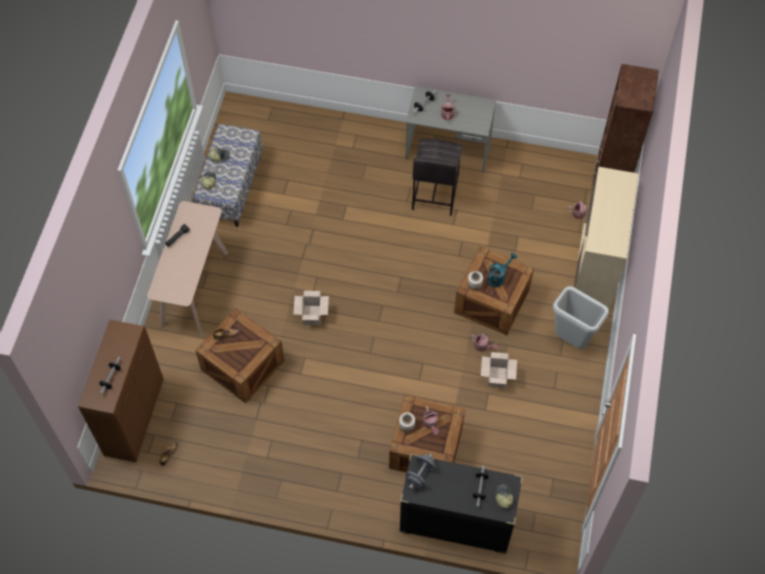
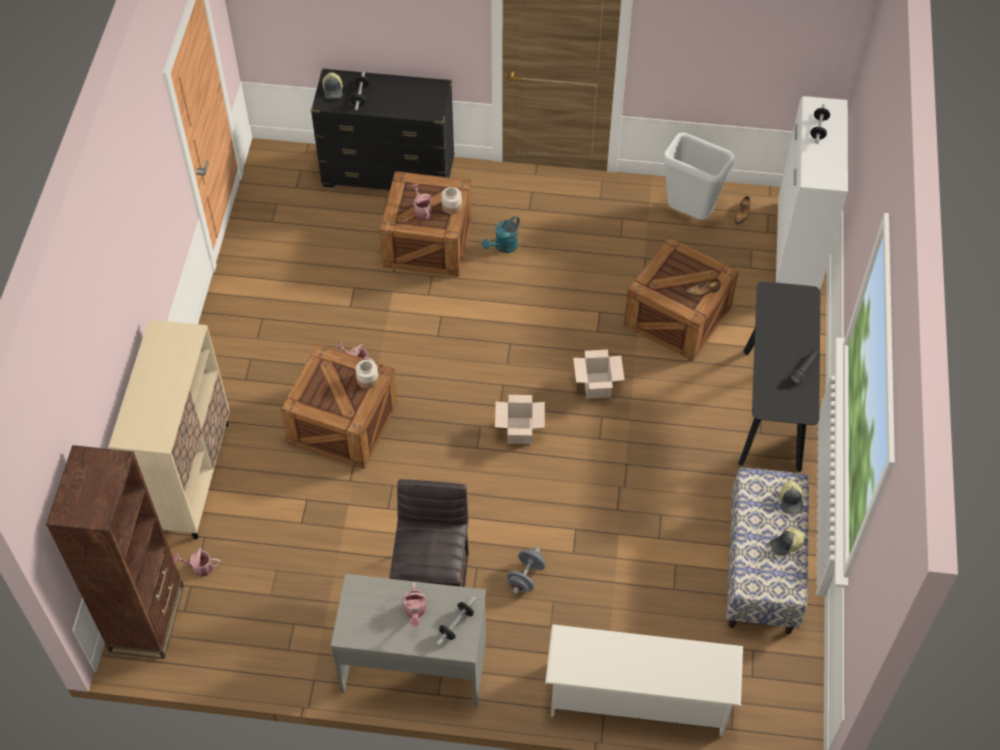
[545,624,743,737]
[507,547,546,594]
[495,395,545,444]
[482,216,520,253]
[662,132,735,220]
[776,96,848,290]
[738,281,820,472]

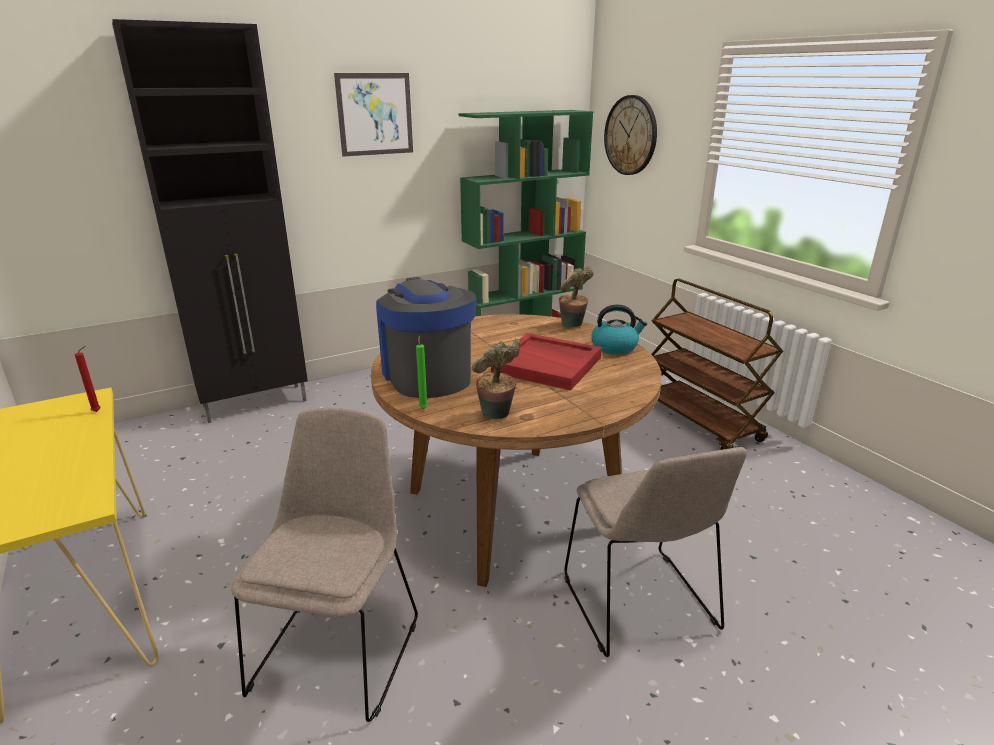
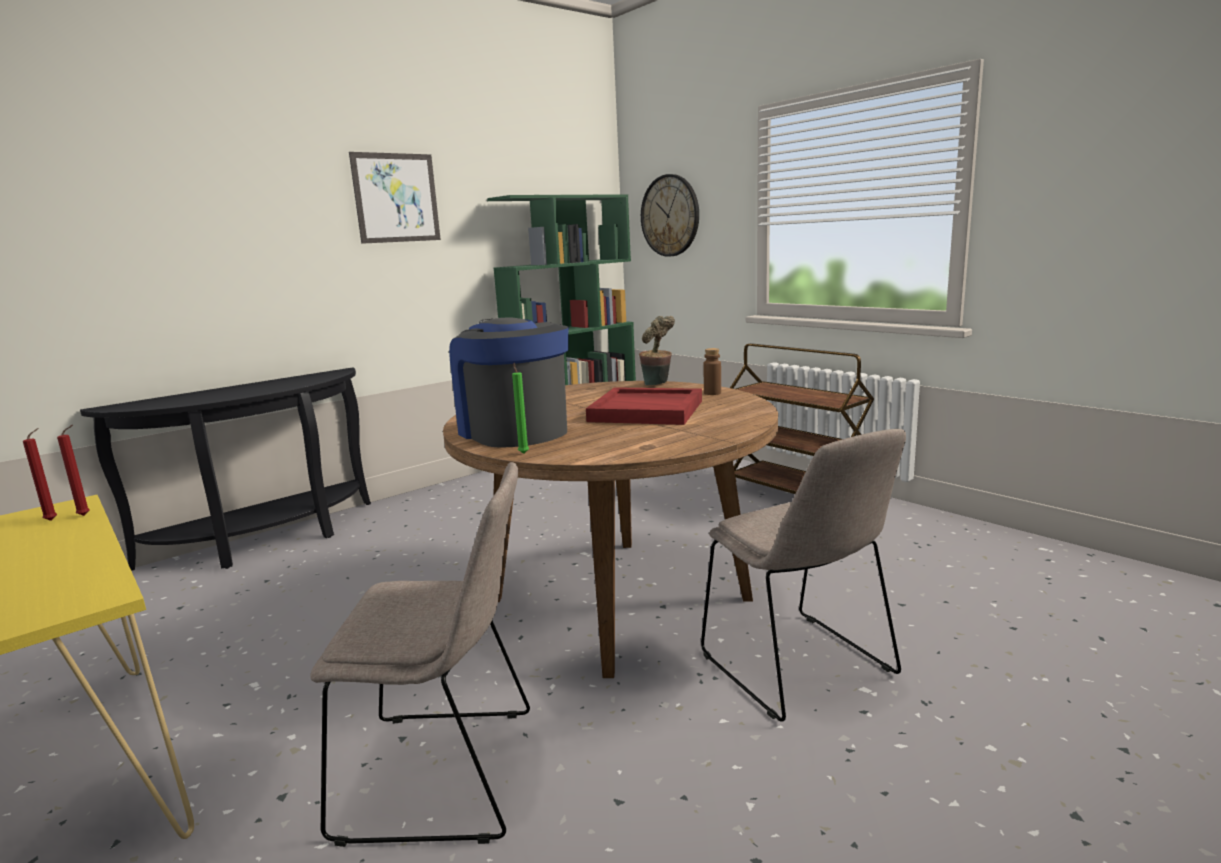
[472,339,520,419] (first image)
[23,428,57,521]
[80,367,371,571]
[703,348,721,395]
[310,462,530,847]

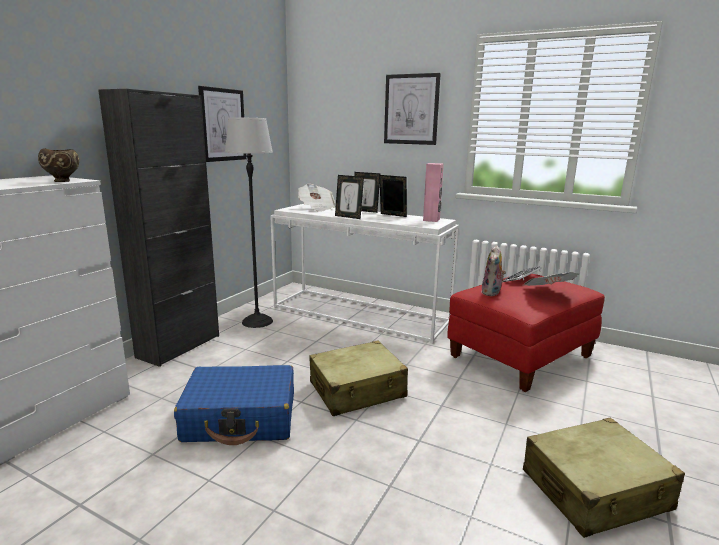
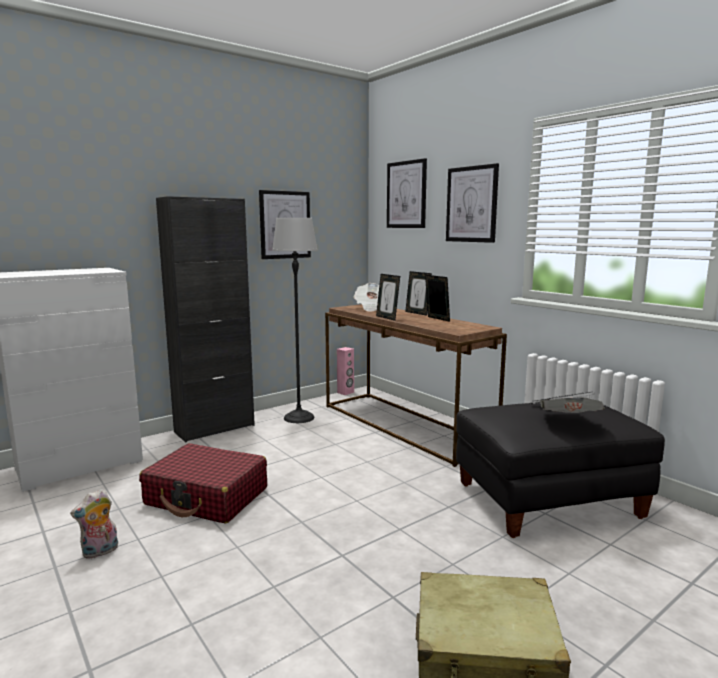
[38,148,79,182] (first image)
[309,341,408,416] (first image)
[387,158,427,228]
[337,347,354,395]
[70,489,118,559]
[139,443,267,523]
[325,304,507,467]
[456,403,665,538]

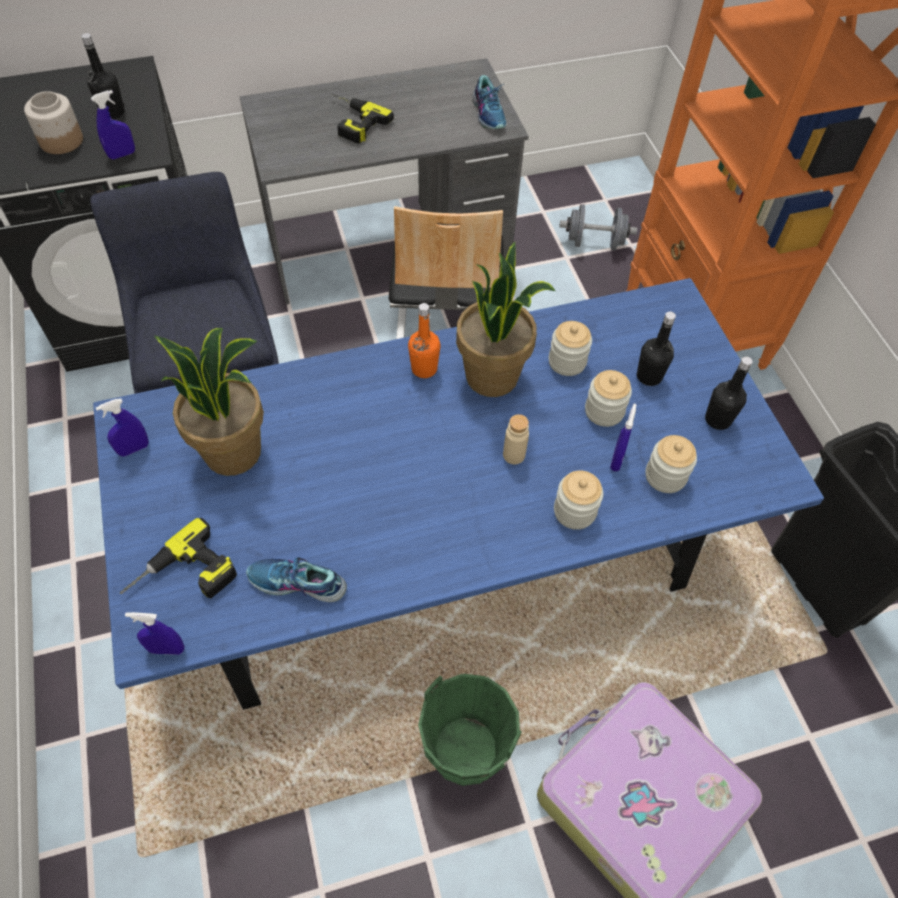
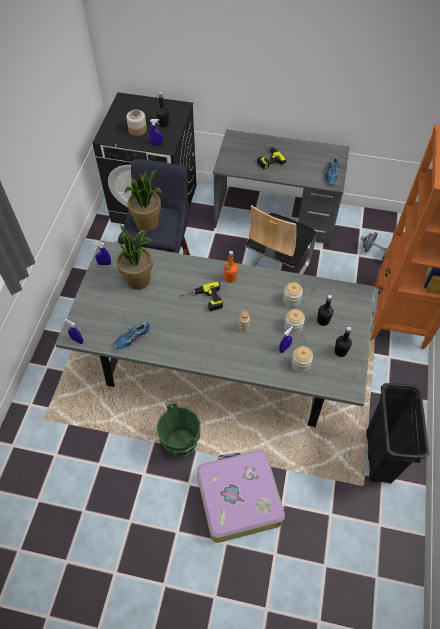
[554,470,603,530] (first image)
[181,281,223,311]
[124,170,162,232]
[55,240,374,427]
[114,322,151,350]

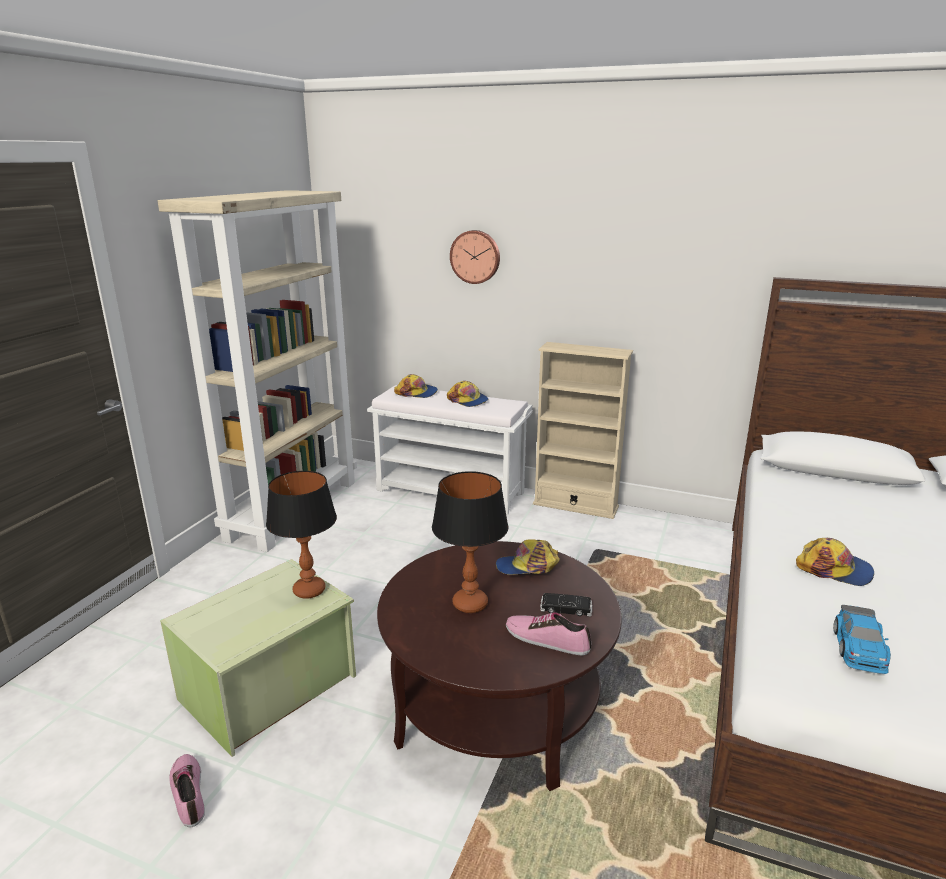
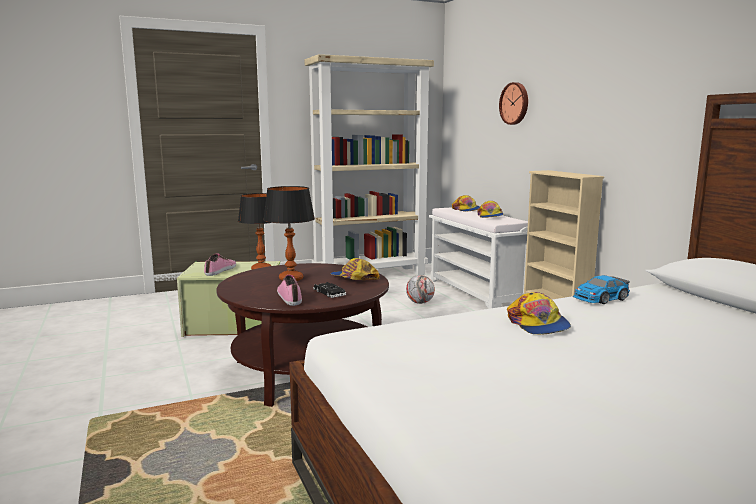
[406,275,435,304]
[204,254,236,276]
[573,275,630,304]

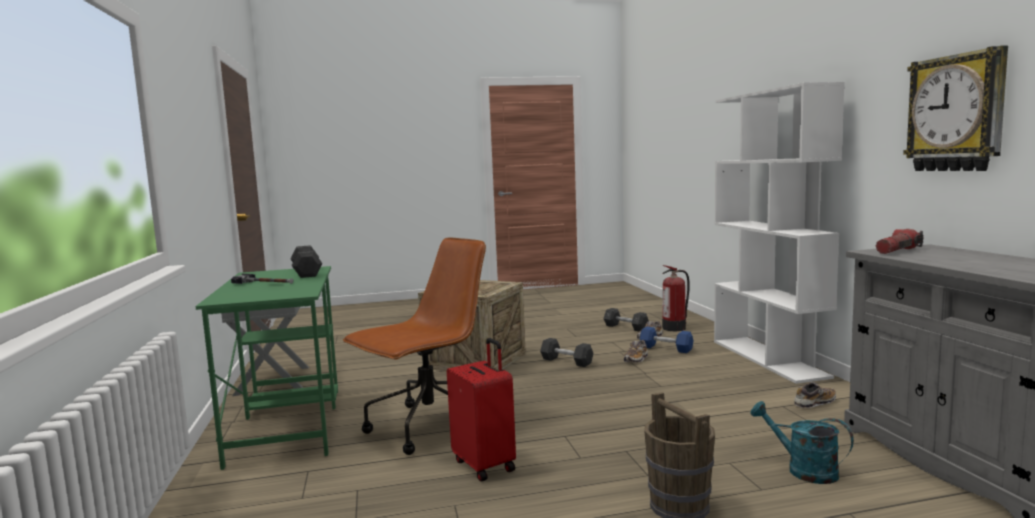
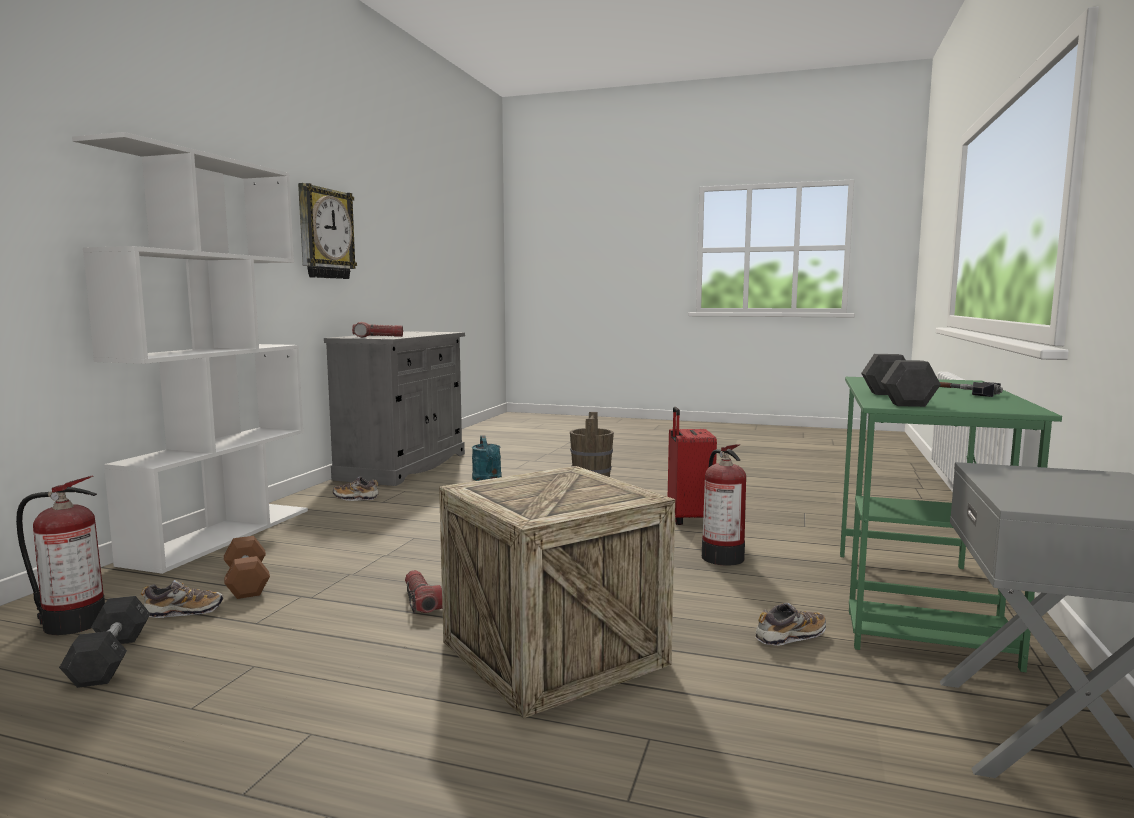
[756,603,826,646]
[702,444,746,566]
[405,570,442,614]
[224,536,270,599]

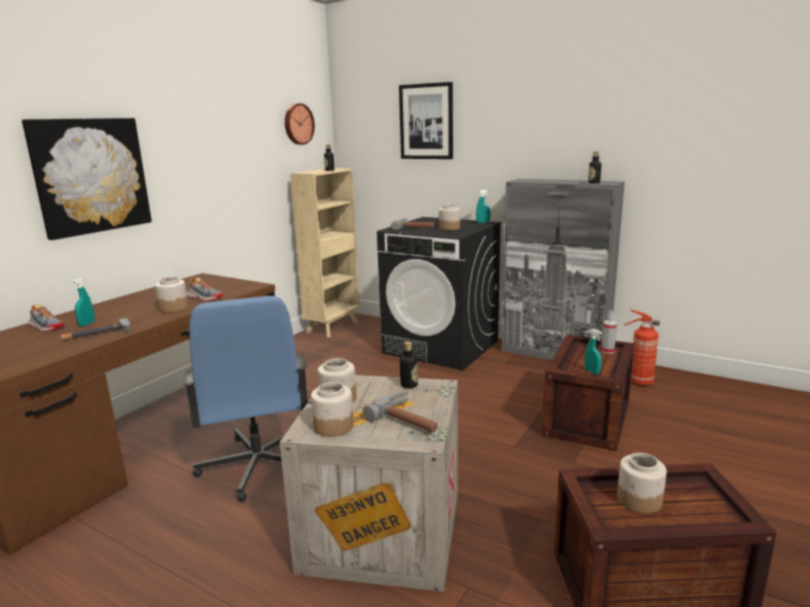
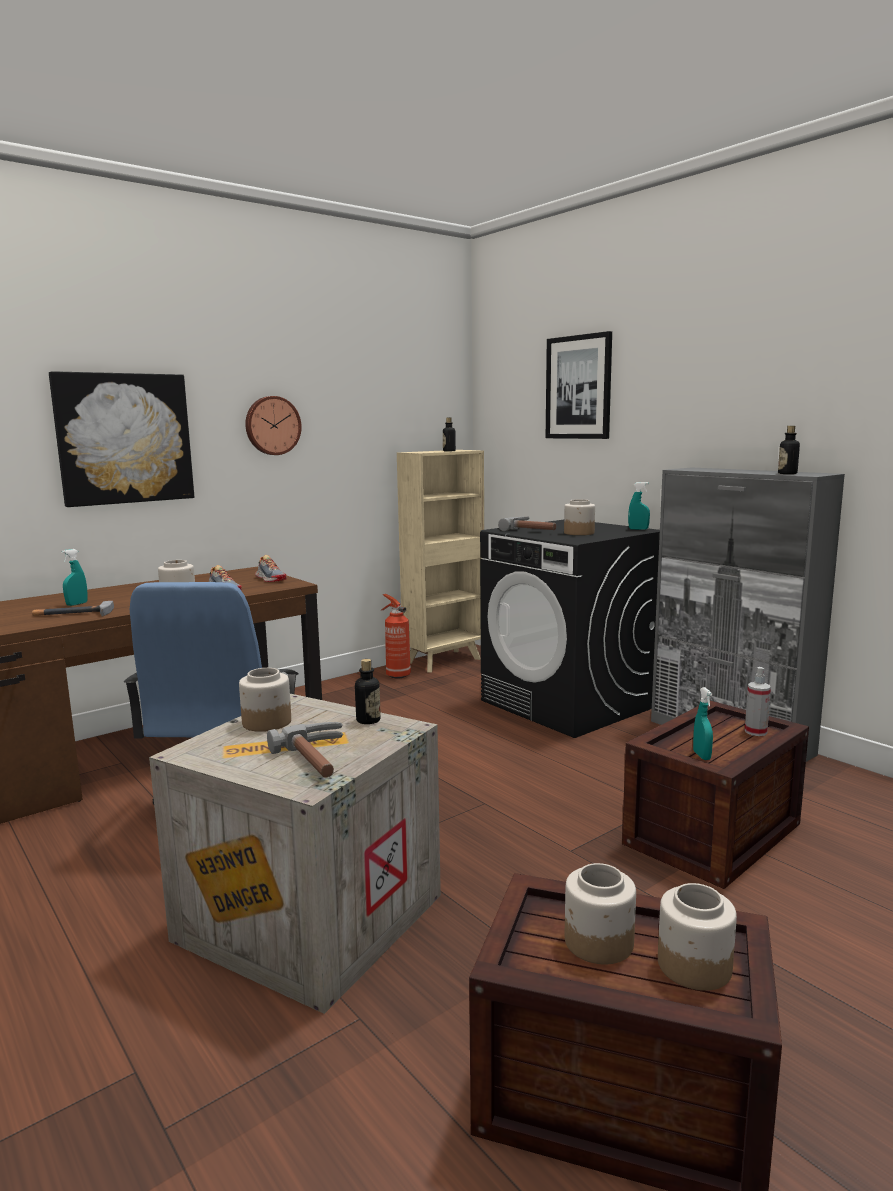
[255,555,287,582]
[245,396,302,455]
[658,883,737,991]
[380,594,411,678]

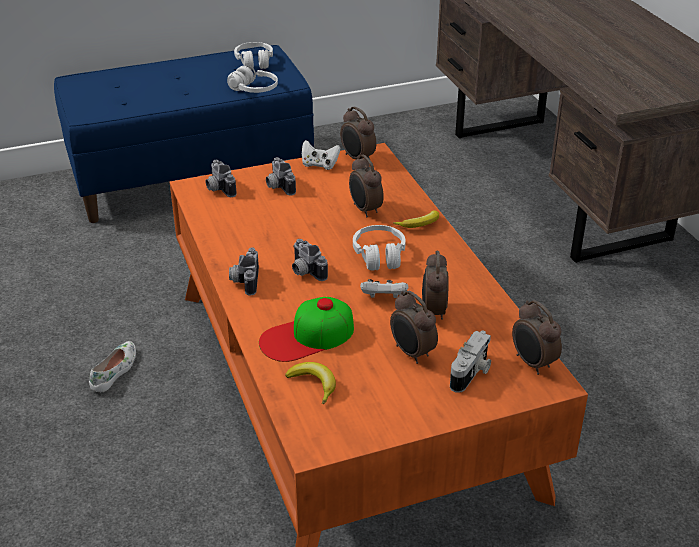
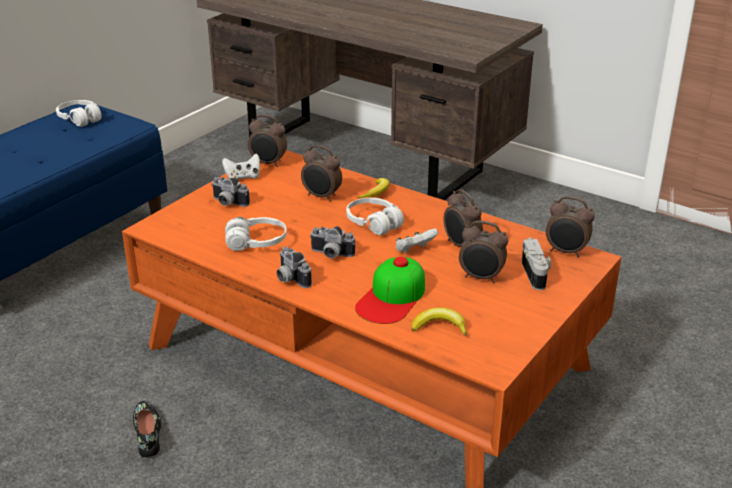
[206,160,236,197] (first image)
[225,217,287,251]
[133,401,161,457]

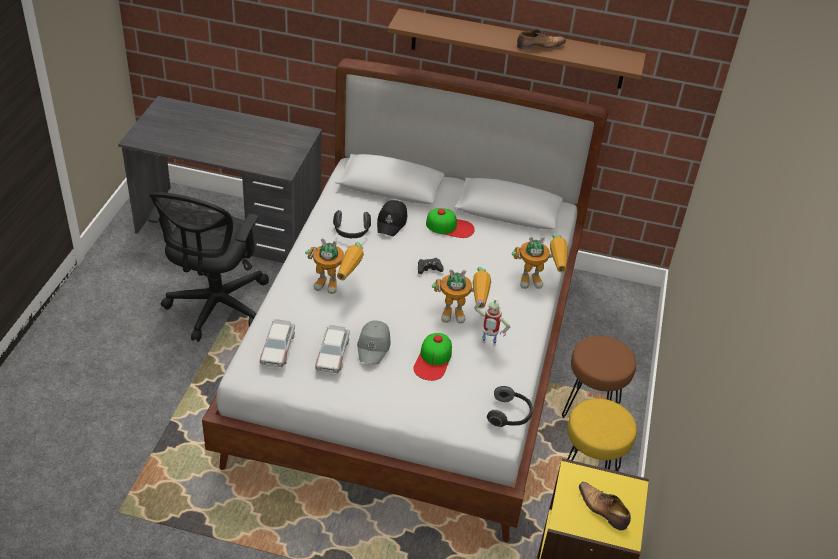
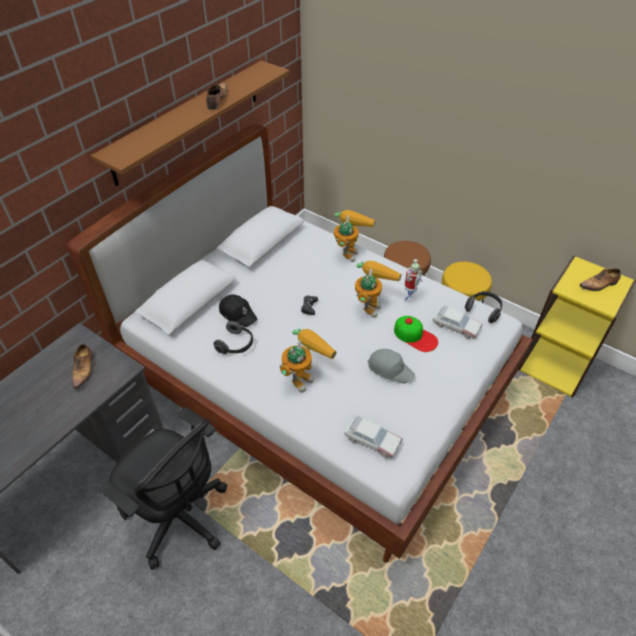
[426,208,475,238] (first image)
[72,344,93,389]
[433,305,482,339]

